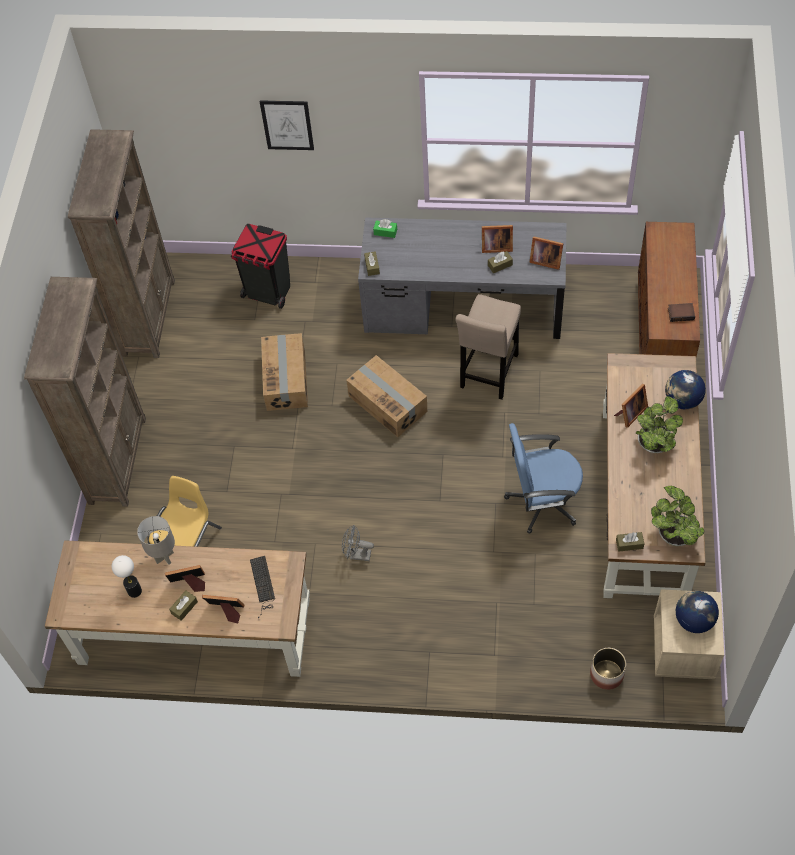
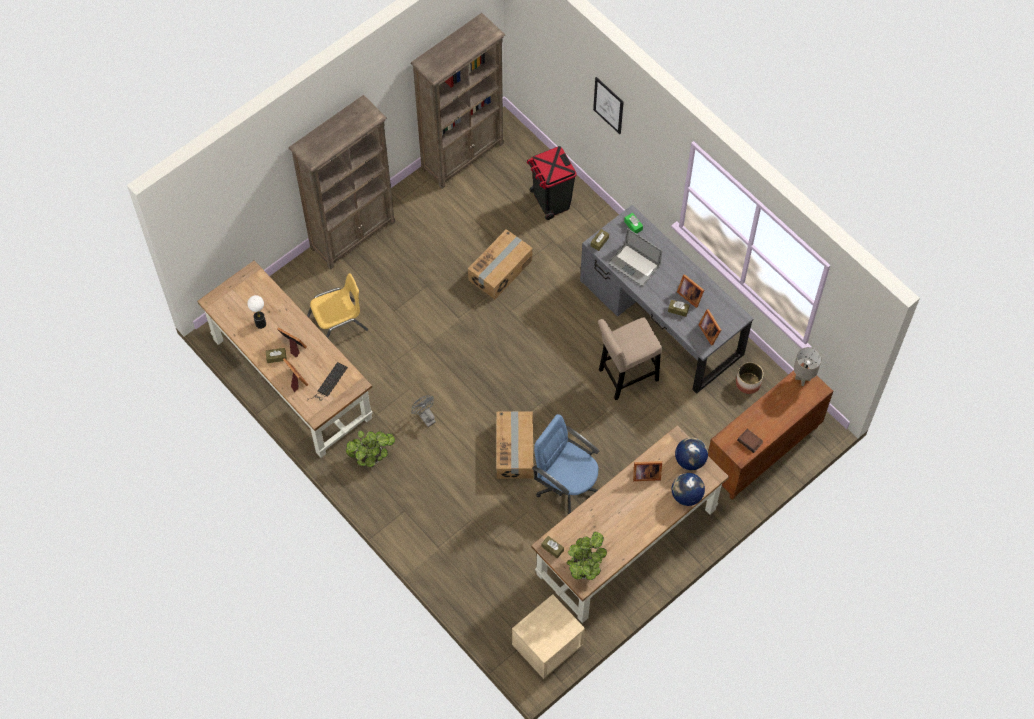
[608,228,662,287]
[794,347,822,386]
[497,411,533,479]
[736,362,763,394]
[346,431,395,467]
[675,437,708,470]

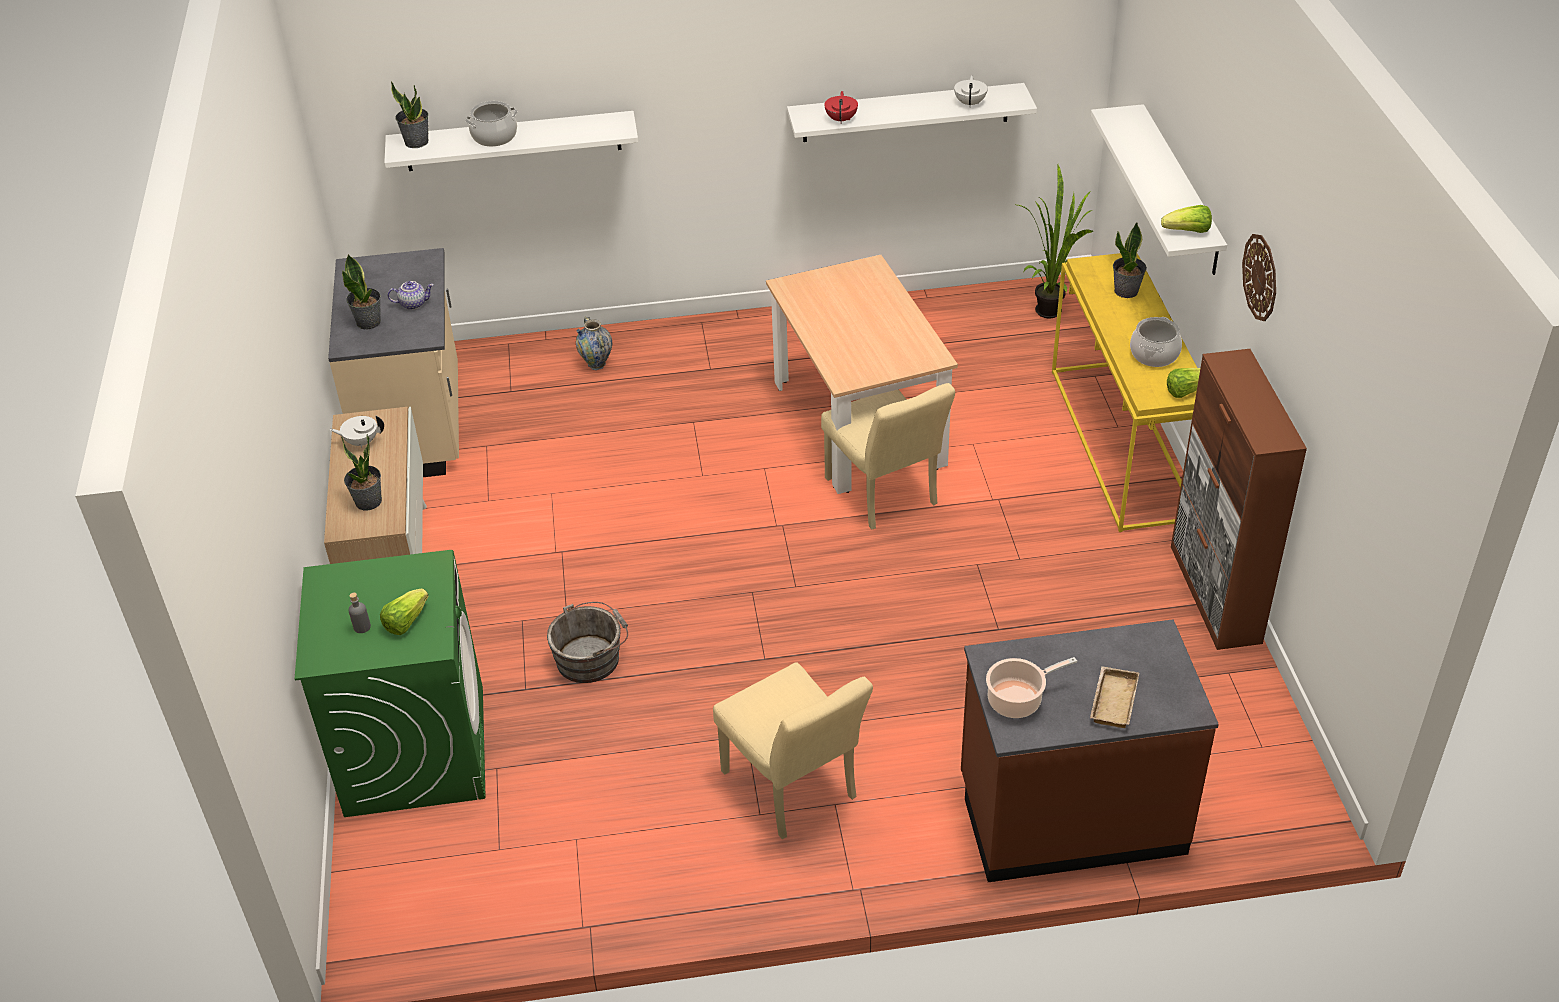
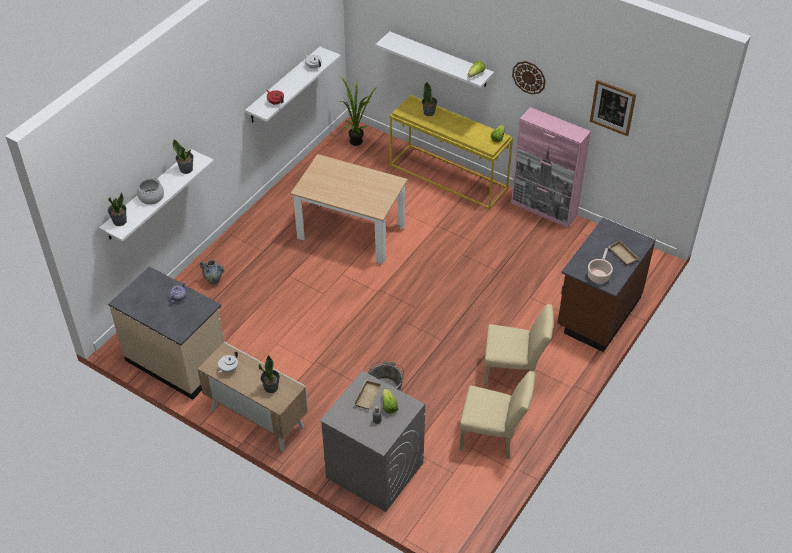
[1130,317,1182,367] (first image)
[353,379,381,410]
[590,80,636,136]
[172,140,194,174]
[459,371,535,459]
[320,371,425,512]
[511,107,591,228]

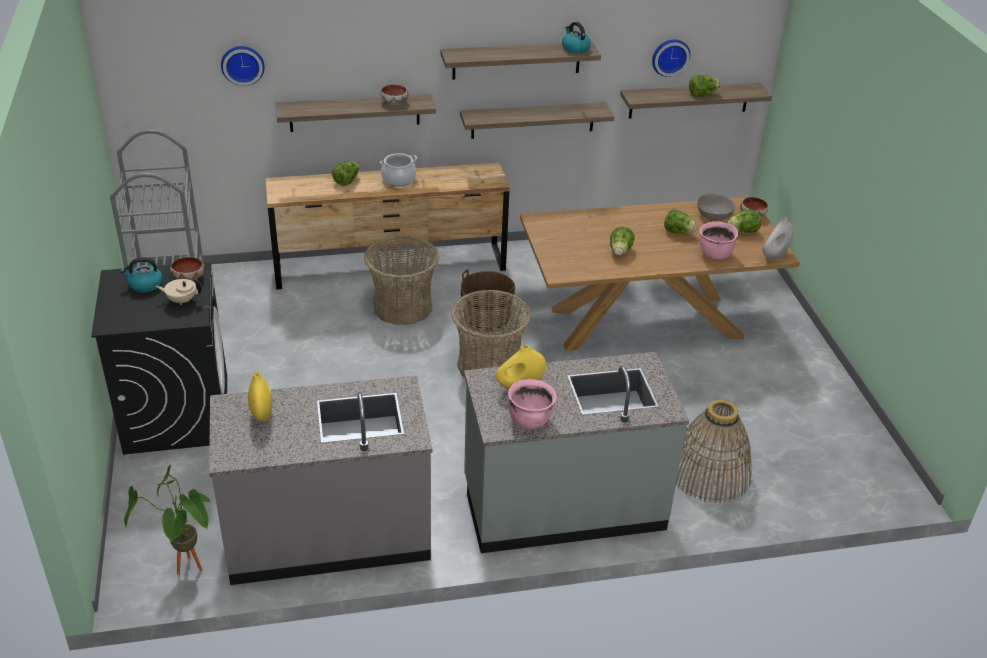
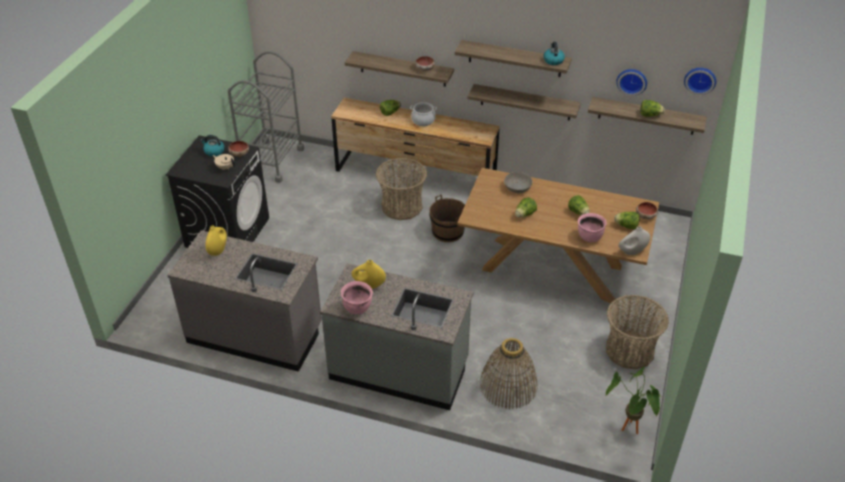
[606,366,660,434]
[684,68,716,95]
[606,295,669,370]
[504,172,532,193]

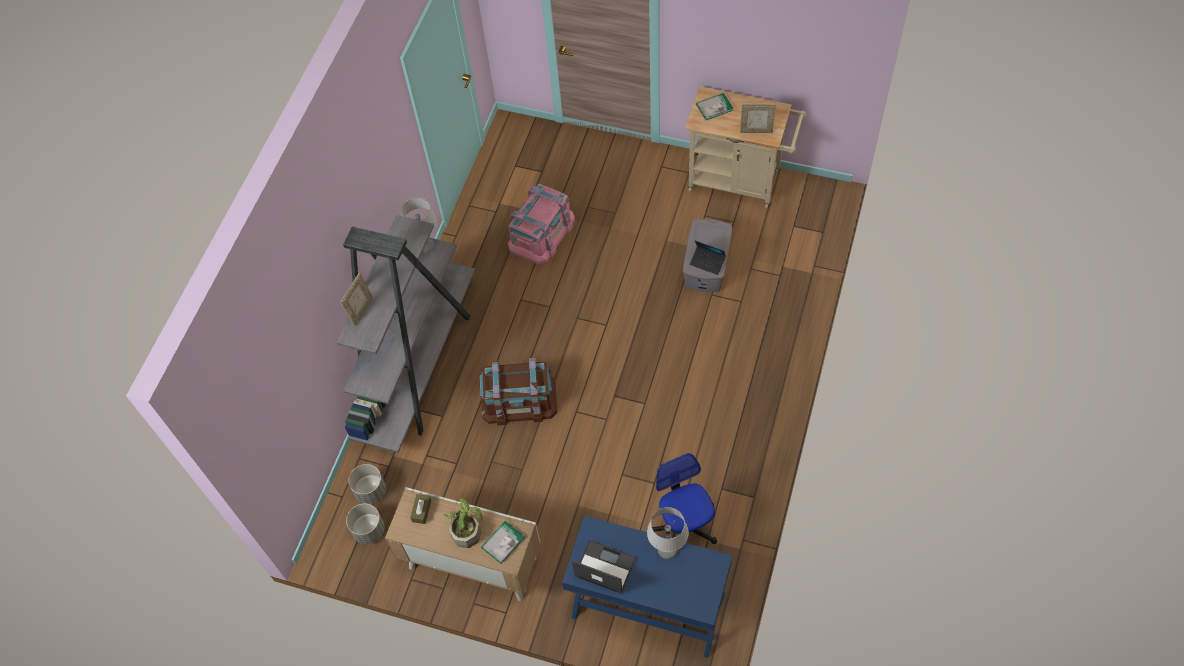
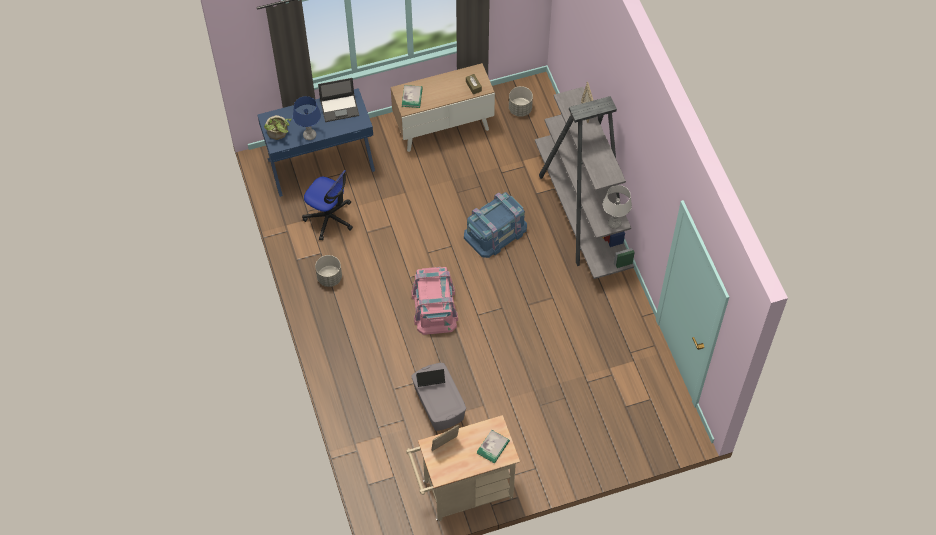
[315,255,342,287]
[264,115,292,140]
[411,267,458,335]
[464,192,527,258]
[293,96,321,140]

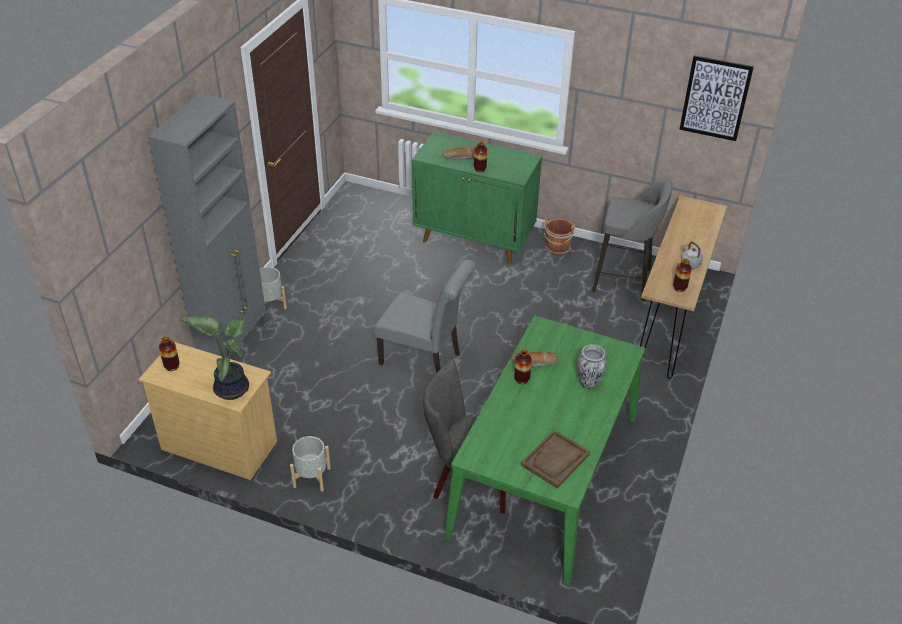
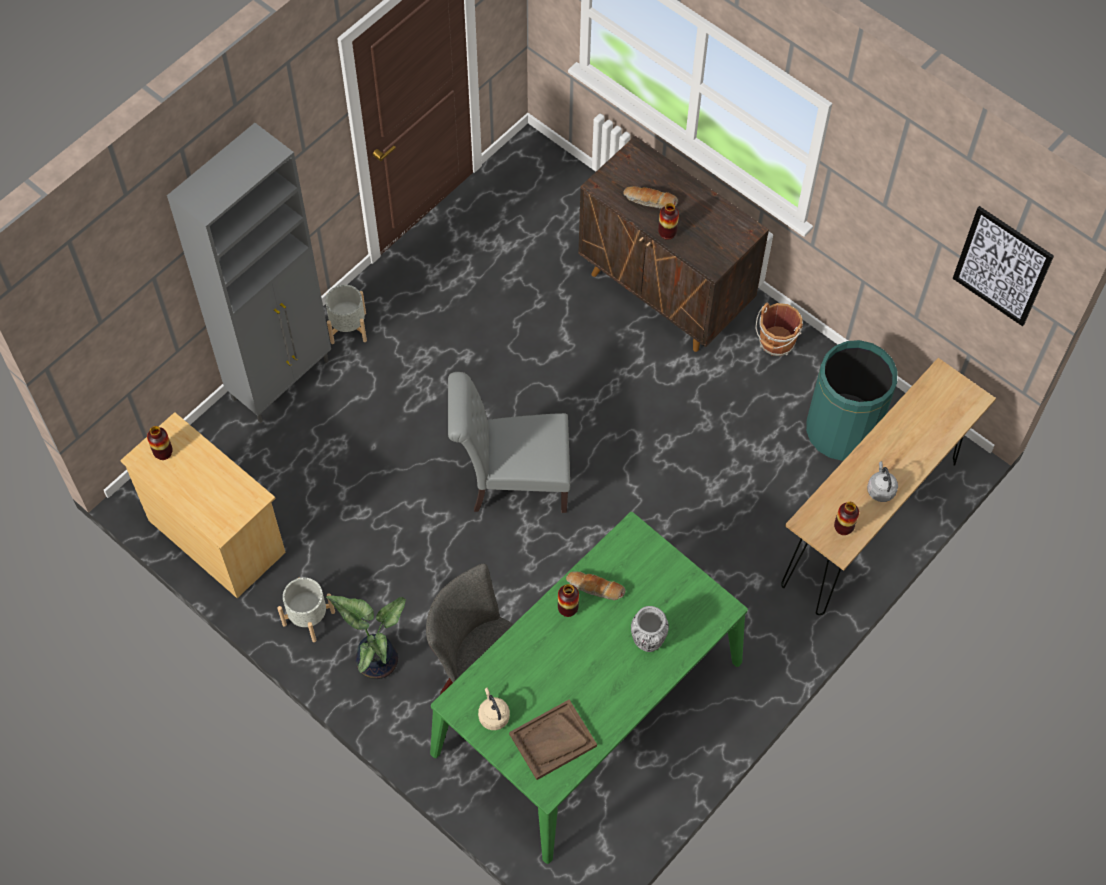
[478,687,510,730]
[326,596,406,679]
[806,340,897,461]
[578,136,769,352]
[448,372,570,513]

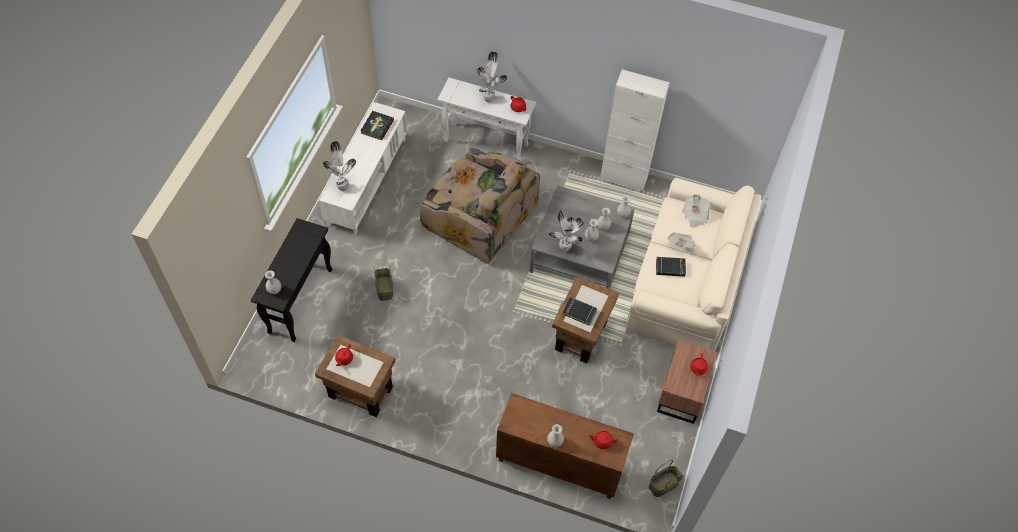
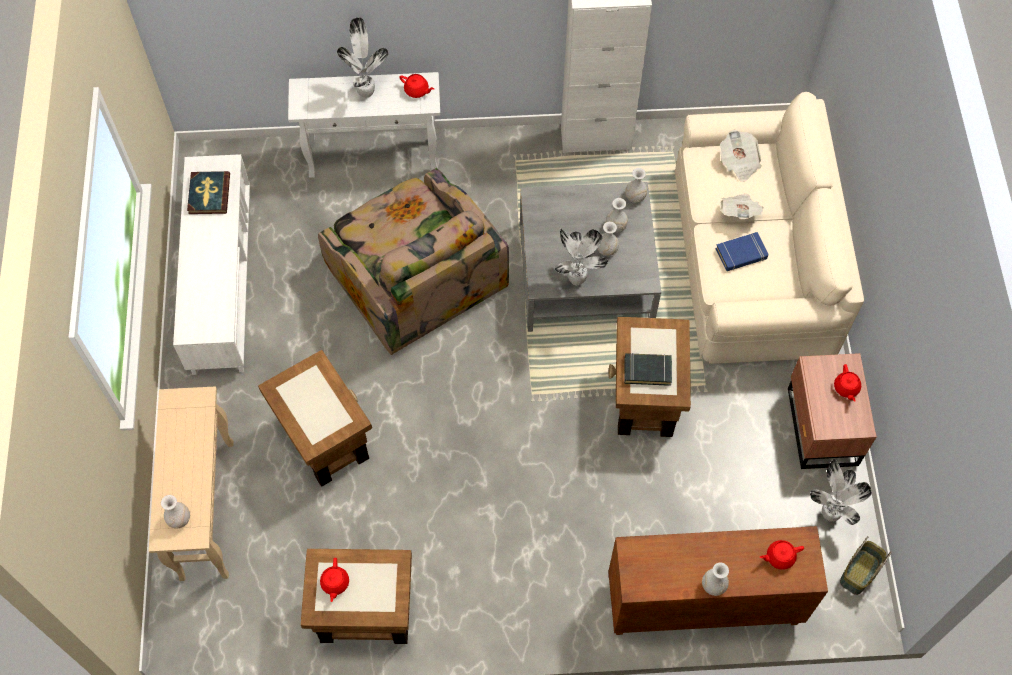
[810,459,872,525]
[258,350,372,487]
[149,386,234,581]
[716,232,768,271]
[318,168,509,355]

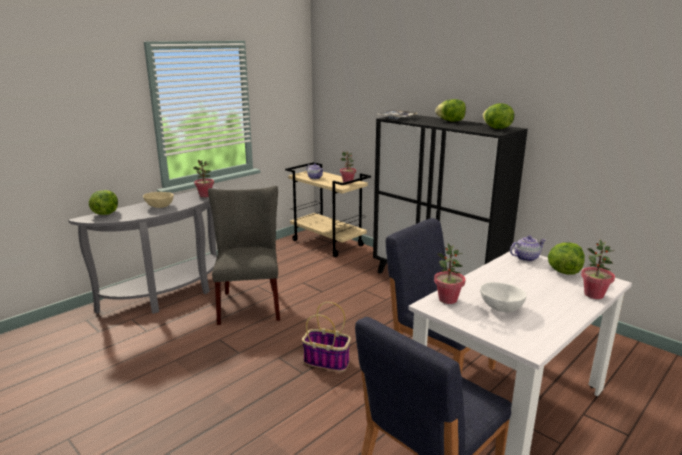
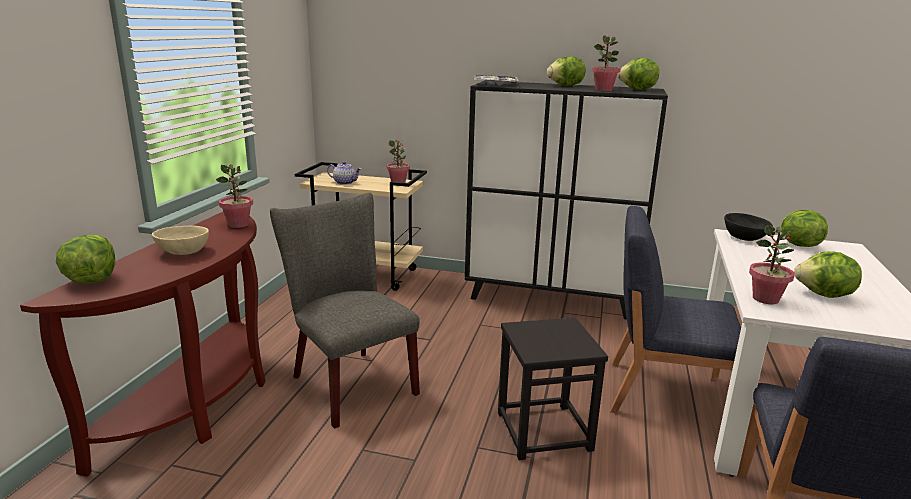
[592,35,620,91]
[498,317,608,460]
[794,251,862,298]
[724,213,773,241]
[20,212,266,477]

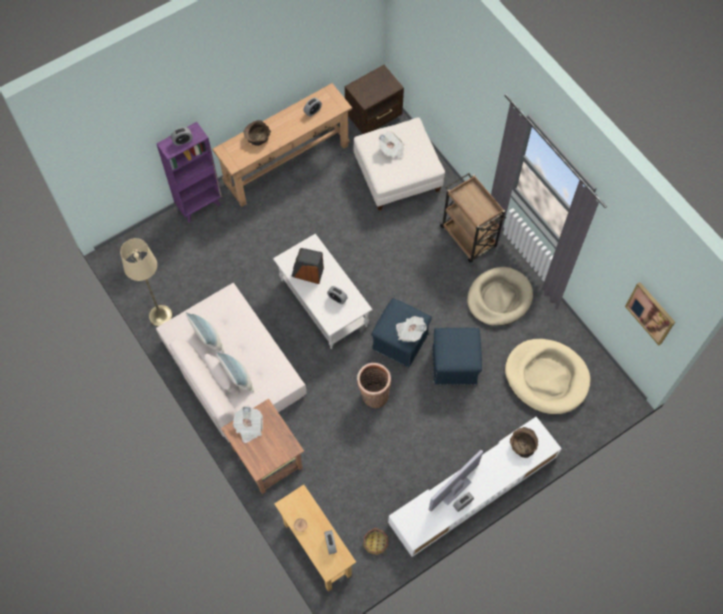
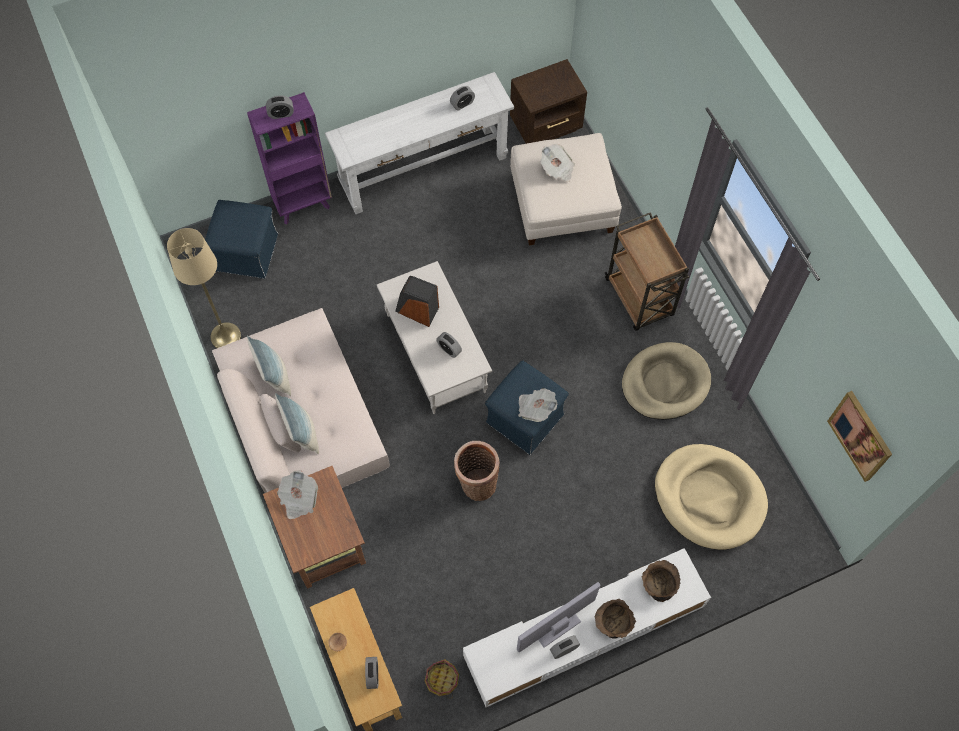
[595,599,636,639]
[205,200,278,279]
[325,72,514,214]

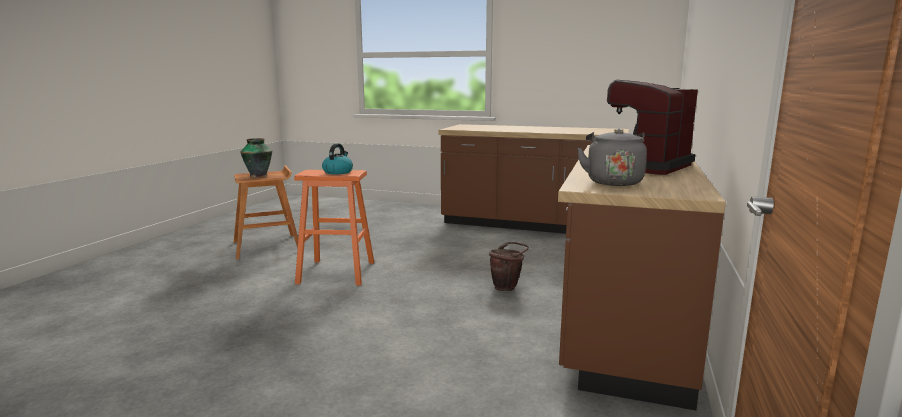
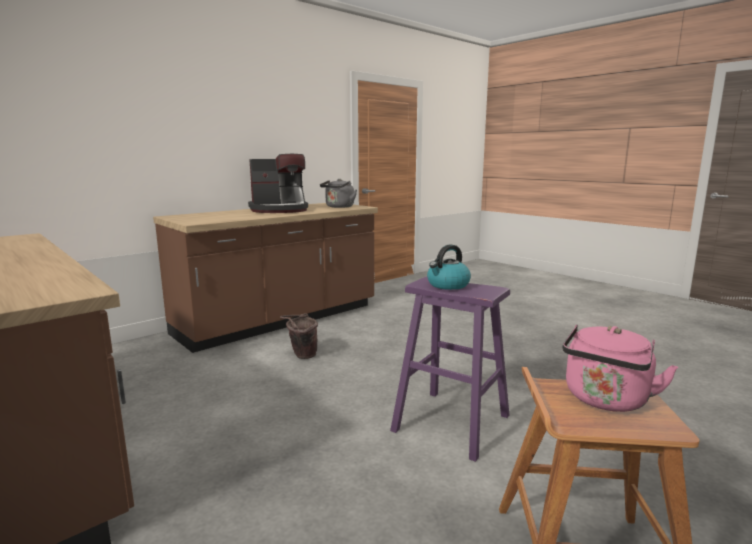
[562,324,678,412]
[390,277,510,462]

